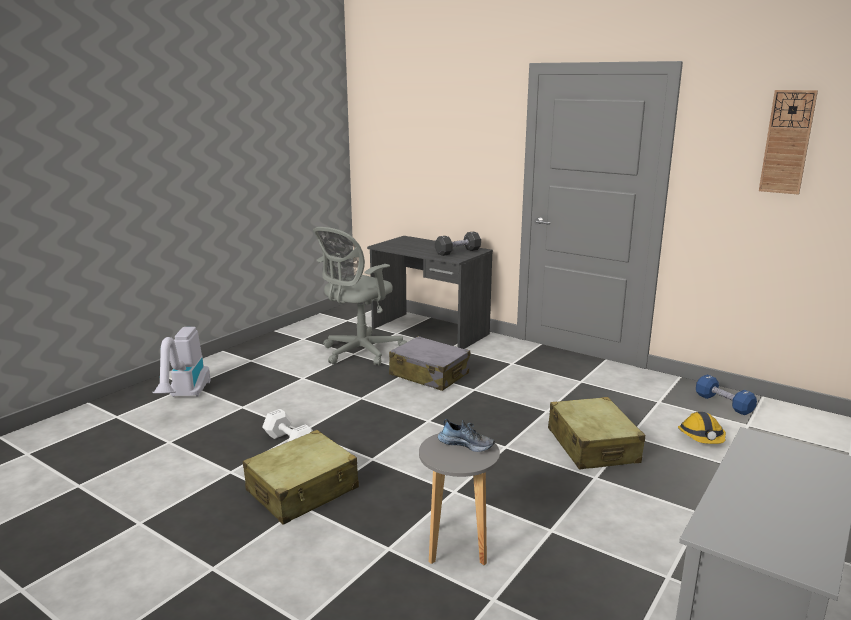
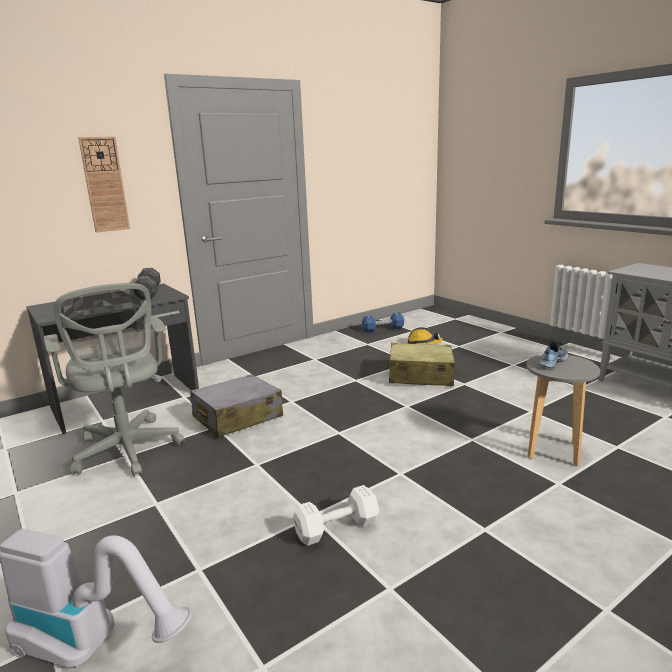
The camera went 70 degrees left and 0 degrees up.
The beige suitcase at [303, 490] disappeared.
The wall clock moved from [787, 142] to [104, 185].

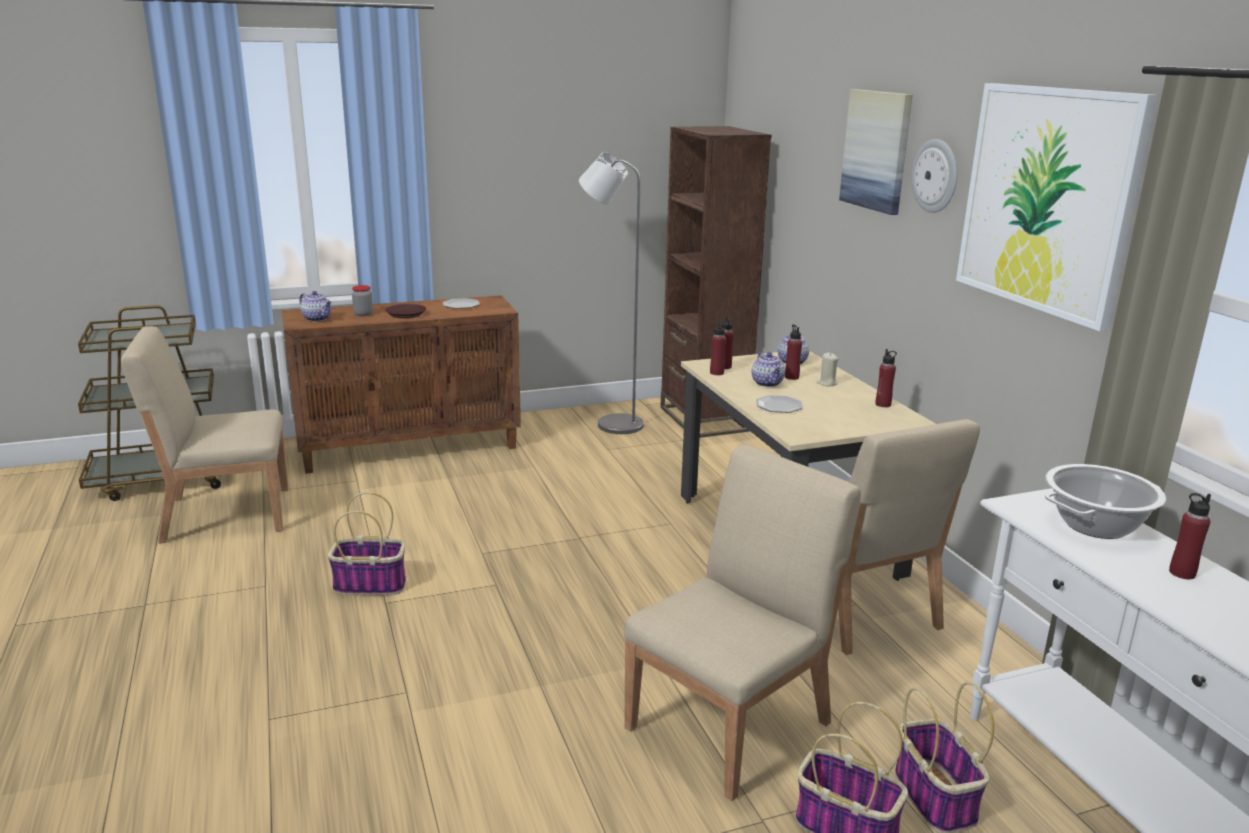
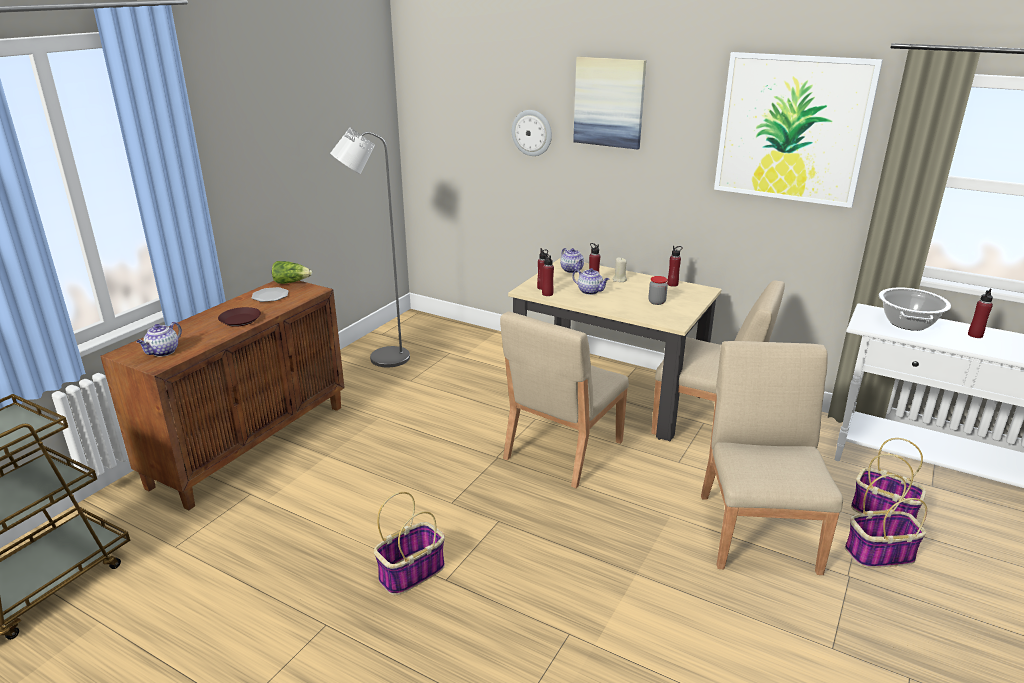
The camera went 40 degrees left and 5 degrees up.
The brown bookcase at [703, 419] disappeared.
The plate at [779, 406] disappeared.
The lettuce at [291, 282] appeared.
The beige chair moved from [225, 514] to [562, 450].
The jar moved from [363, 314] to [656, 302].
The wall clock moved from [936, 176] to [532, 132].
The teapot at [318, 319] turned 120 degrees clockwise.

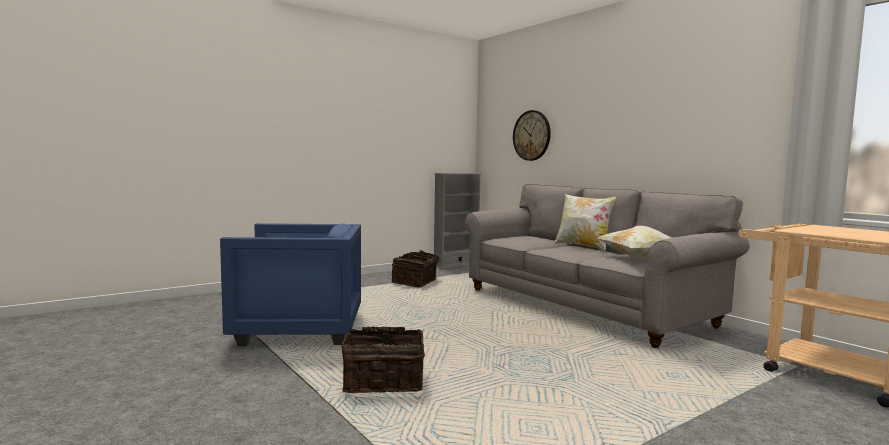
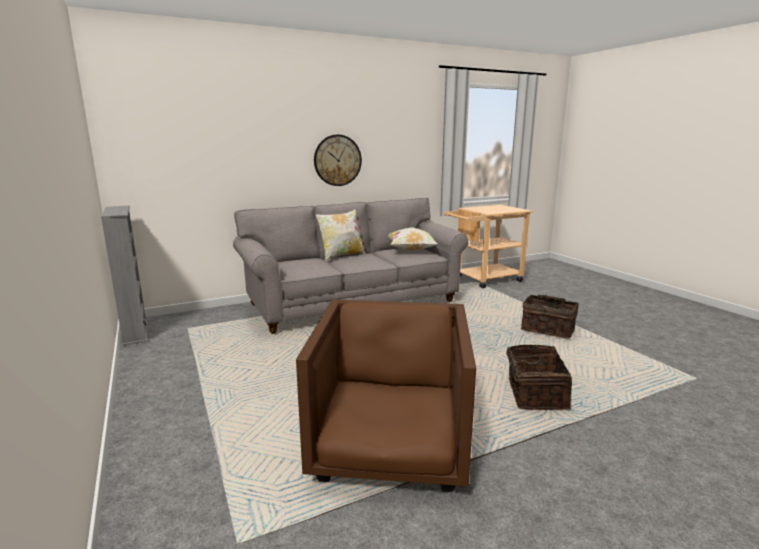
The camera went 80 degrees left and 10 degrees up.
The basket moved from [415, 282] to [548, 329].
The wall clock moved from [531, 135] to [337, 160].
The blue armchair at [298, 329] became the brown armchair at [390, 446].

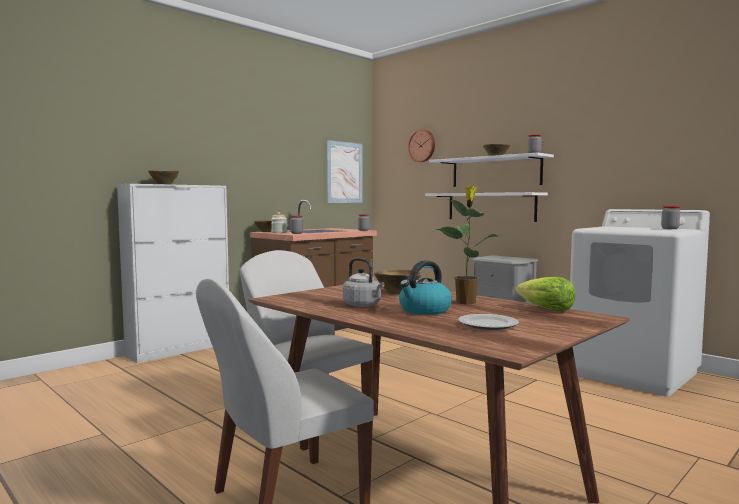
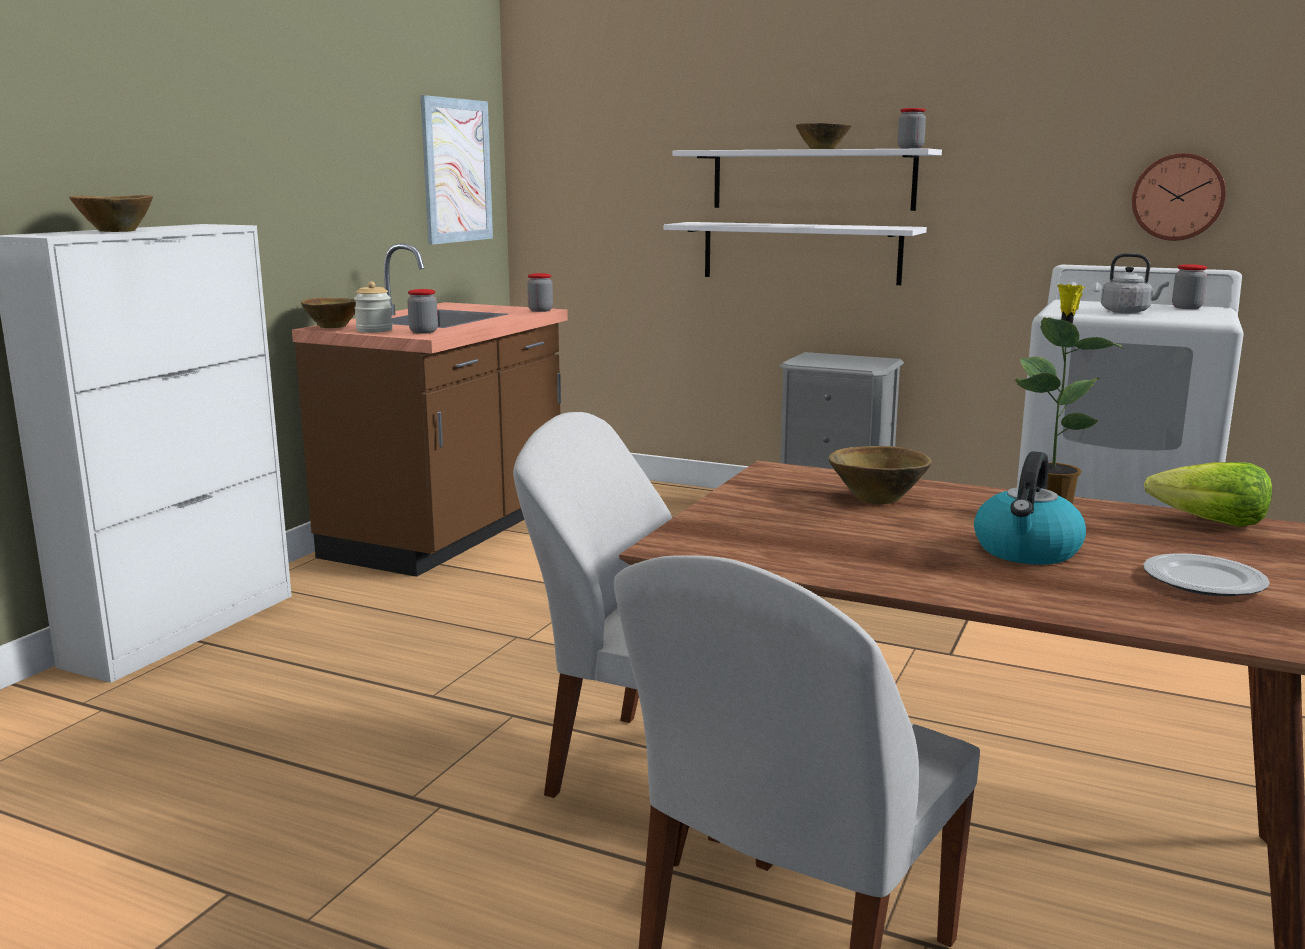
The camera went 20 degrees left and 10 degrees up.
The grey kettle moved from [363, 305] to [1128, 312].
The wall clock moved from [422, 146] to [1178, 197].

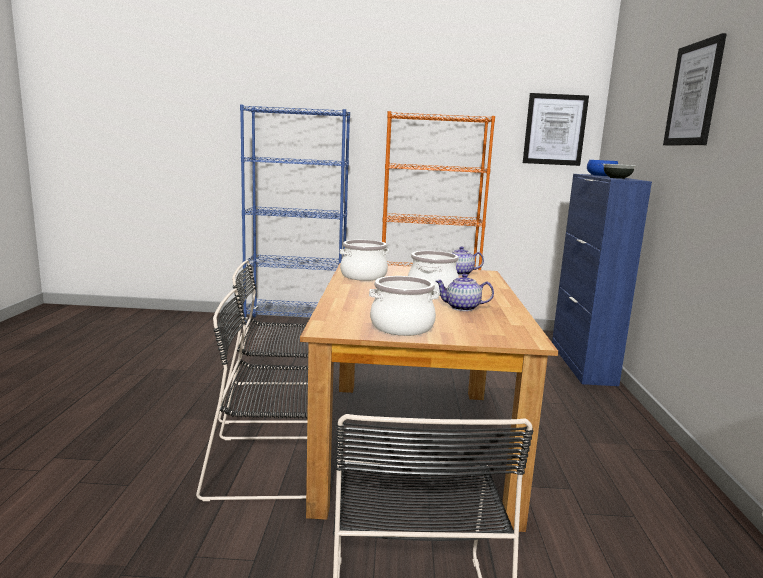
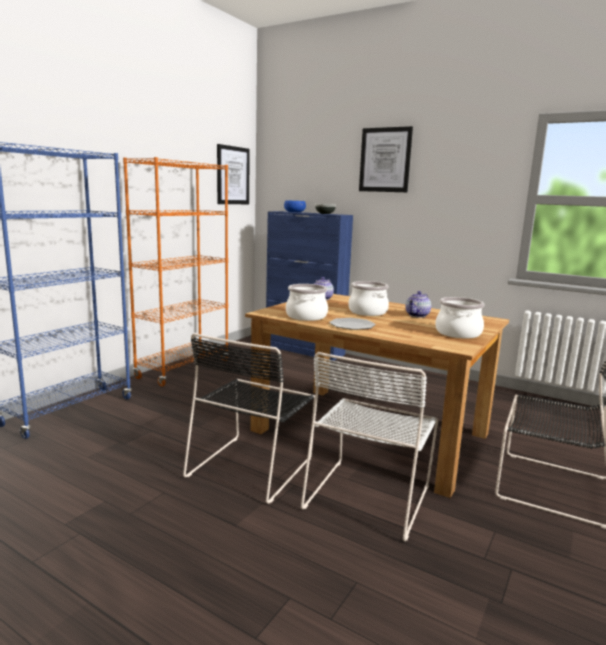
The camera went 60 degrees left and 0 degrees up.
The plate at [352, 325] appeared.
The black chair at [274, 466] became the white chair at [369, 494].

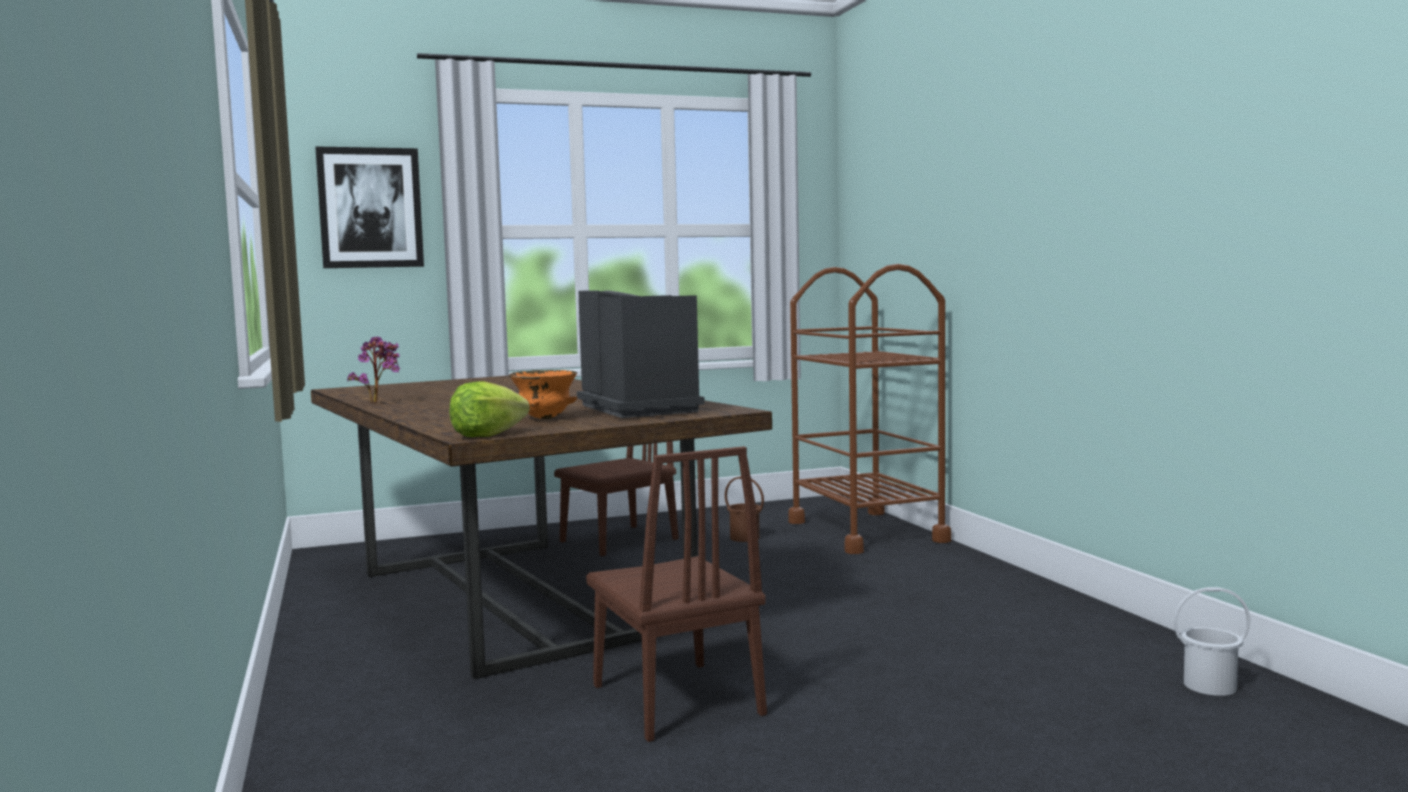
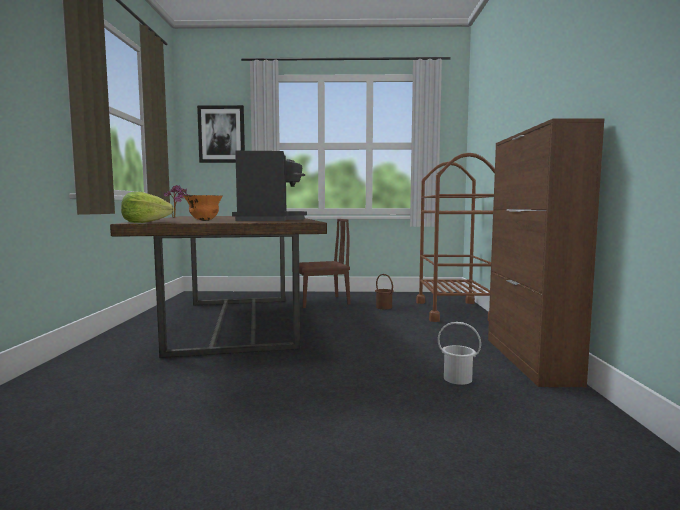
The camera went 20 degrees right and 0 degrees up.
The brown chair at [676, 699] disappeared.
The brown cabinet at [529, 360] appeared.
The white bucket moved from [1209, 685] to [457, 378].

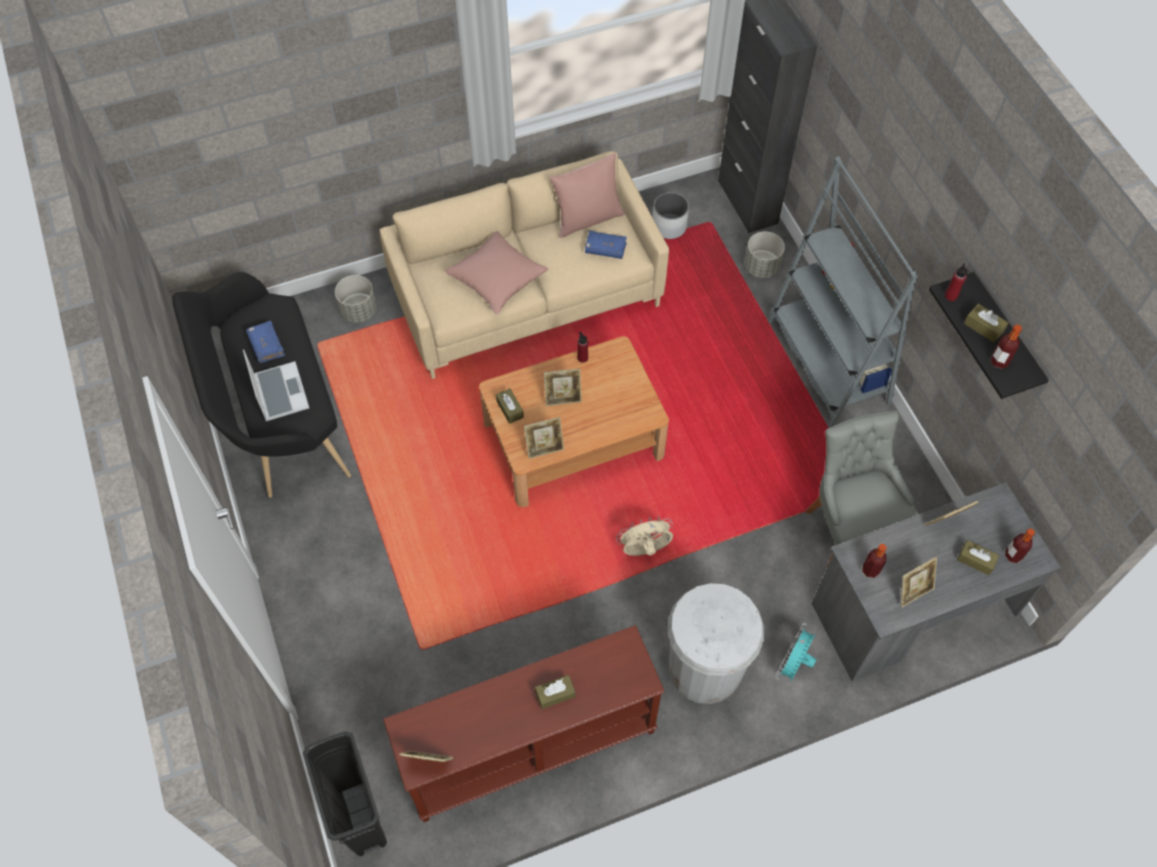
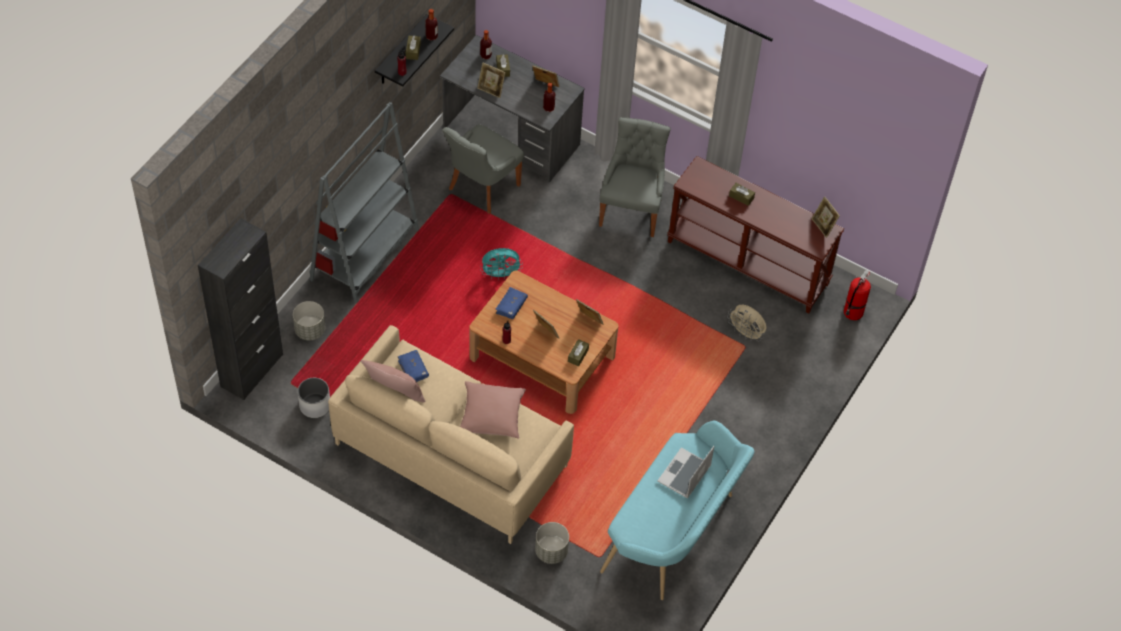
The camera went 130 degrees left and 5 degrees down.
The blue book moved from [266, 345] to [511, 306].
The beige fan moved from [645, 550] to [746, 334].
The turquoise fan moved from [793, 665] to [501, 275].
The black trash can at [361, 816] was replaced by the fire extinguisher at [853, 312].
The white trash can at [705, 668] was replaced by the grey chair at [631, 210].
The black bench at [279, 418] became the turquoise bench at [674, 535].

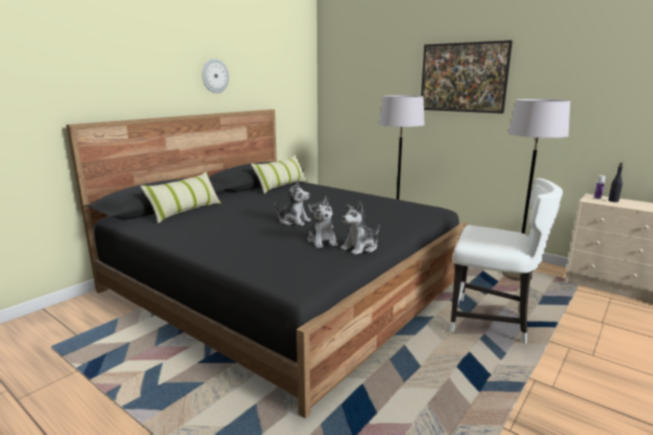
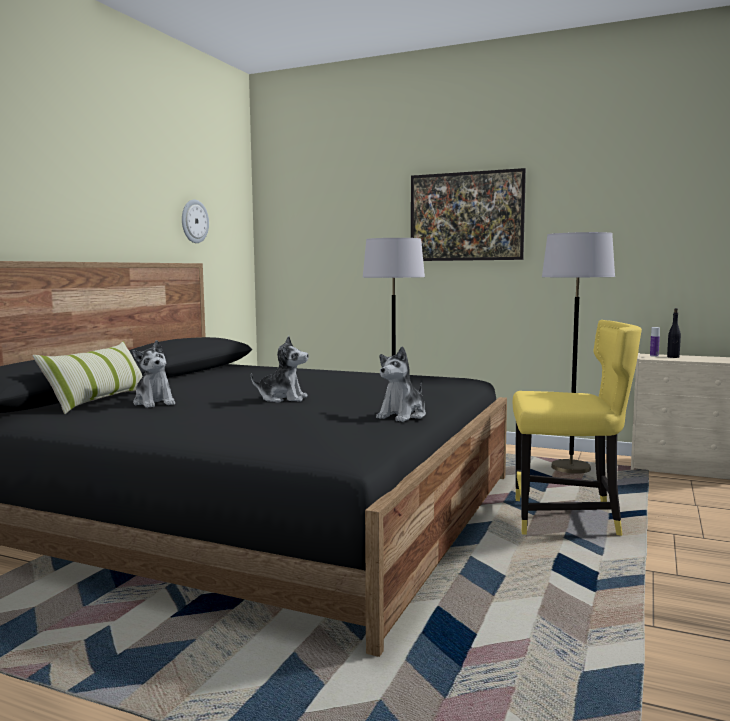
The camera went 15 degrees left and 10 degrees down.
The pillow at [281, 186] disappeared.
The wall clock moved from [215, 76] to [194, 221].
The plush toy moved from [322, 241] to [154, 403].
The white chair at [491, 322] became the yellow chair at [567, 519].

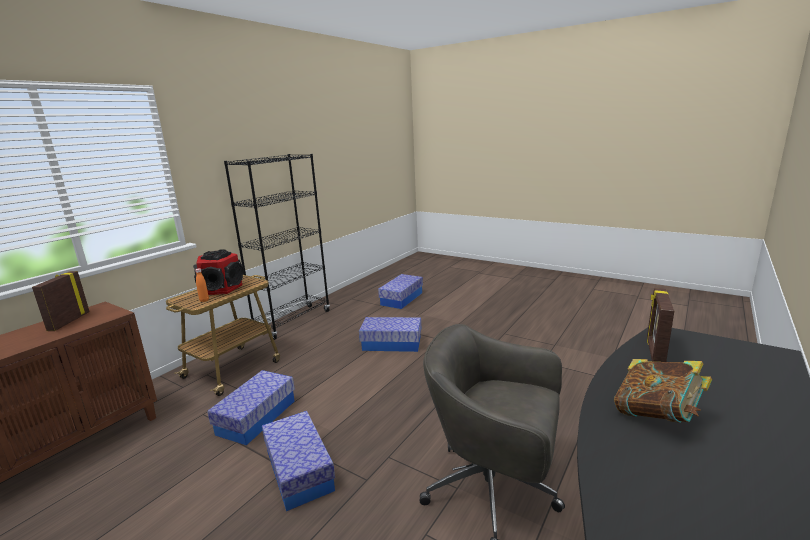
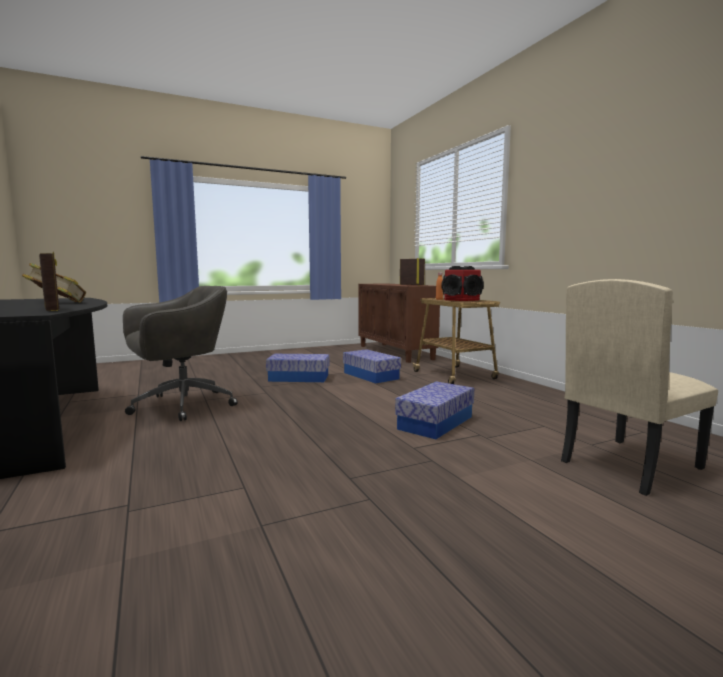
The camera went 120 degrees right and 10 degrees down.
The black bookcase at [293, 321] disappeared.
The storage box at [401, 299] was replaced by the beige chair at [629, 464].

